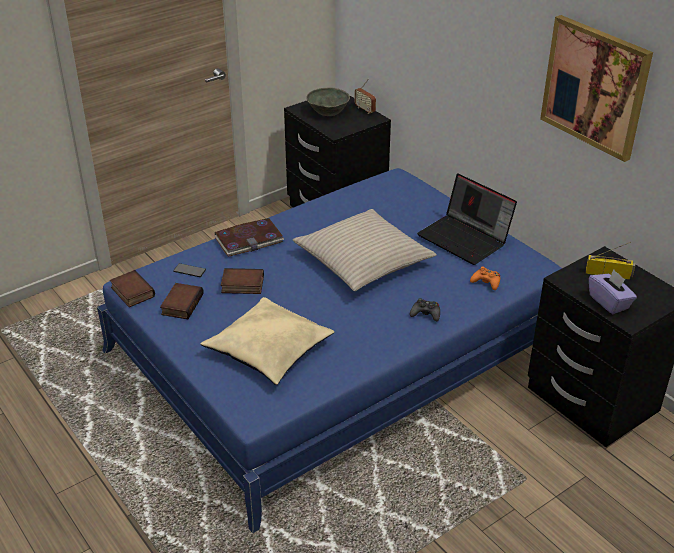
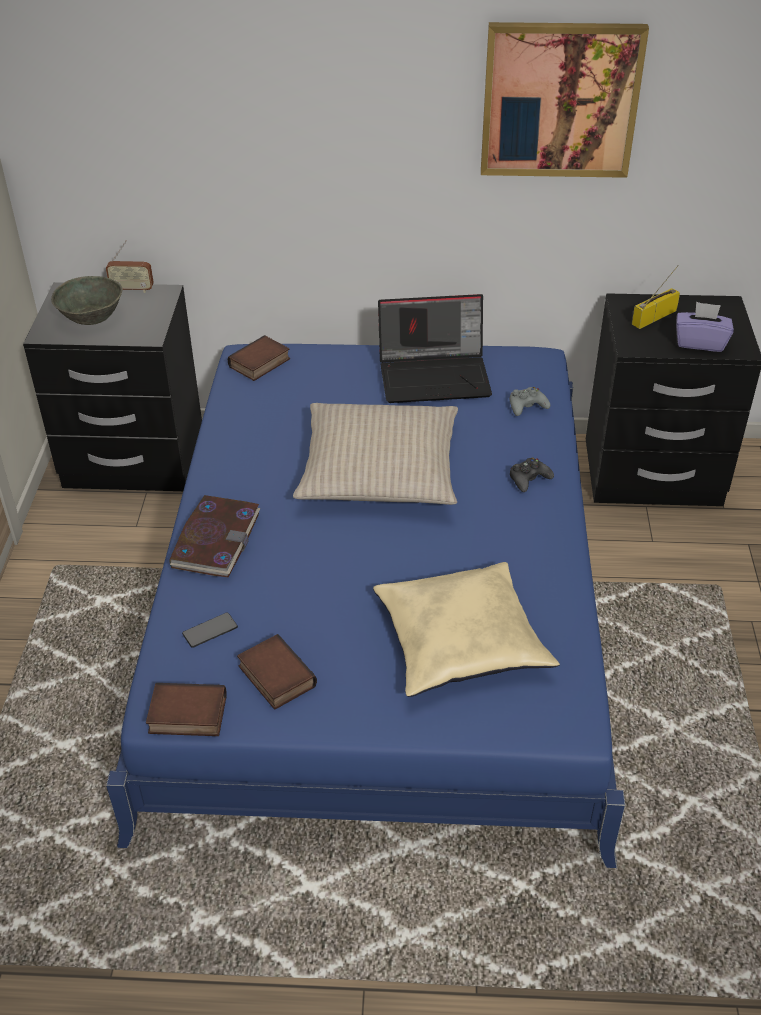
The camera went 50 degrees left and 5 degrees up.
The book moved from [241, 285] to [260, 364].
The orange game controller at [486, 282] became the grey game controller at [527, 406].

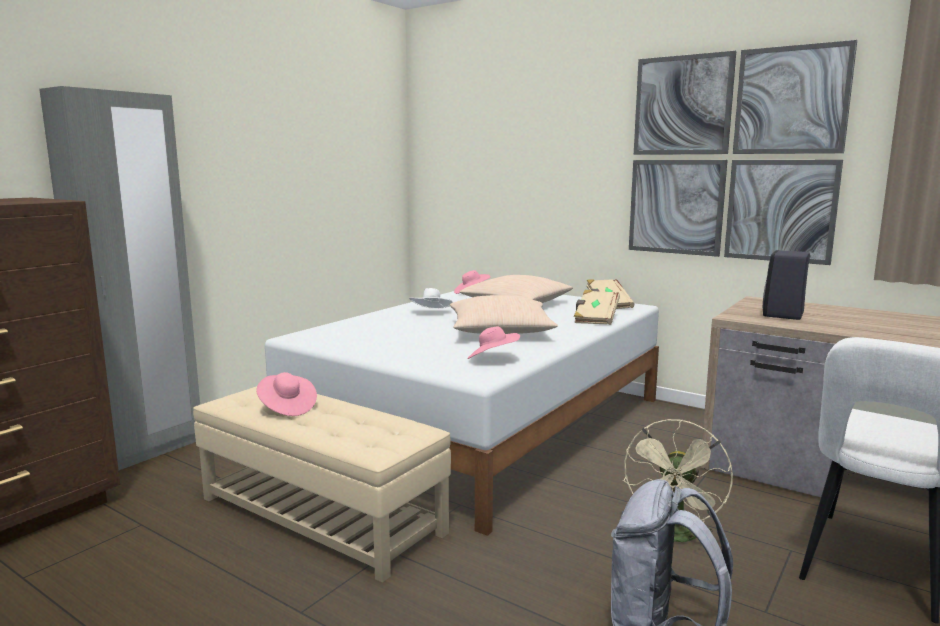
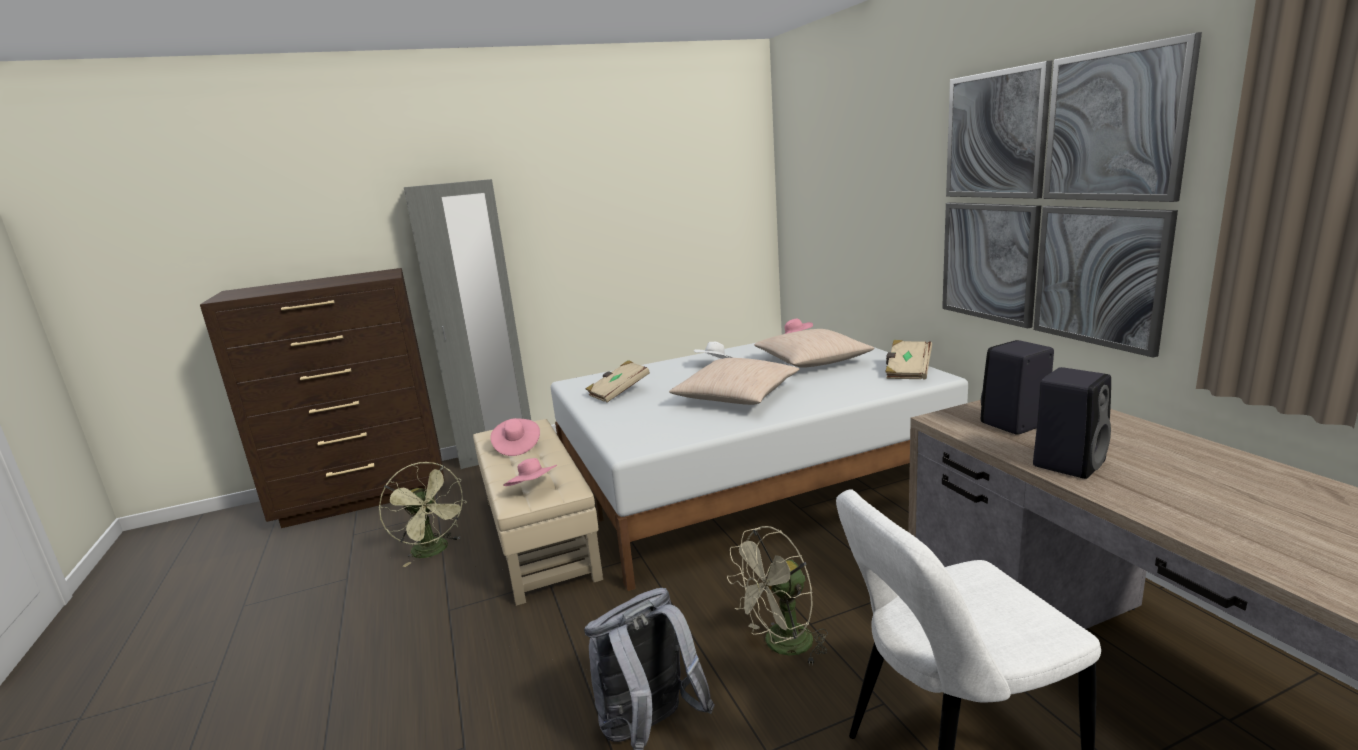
The camera went 35 degrees right and 5 degrees up.
The green fan at [434, 551] appeared.
The black speaker at [1068, 463] appeared.
The pink hat moved from [492, 359] to [533, 489].
The beige book moved from [595, 319] to [618, 392].

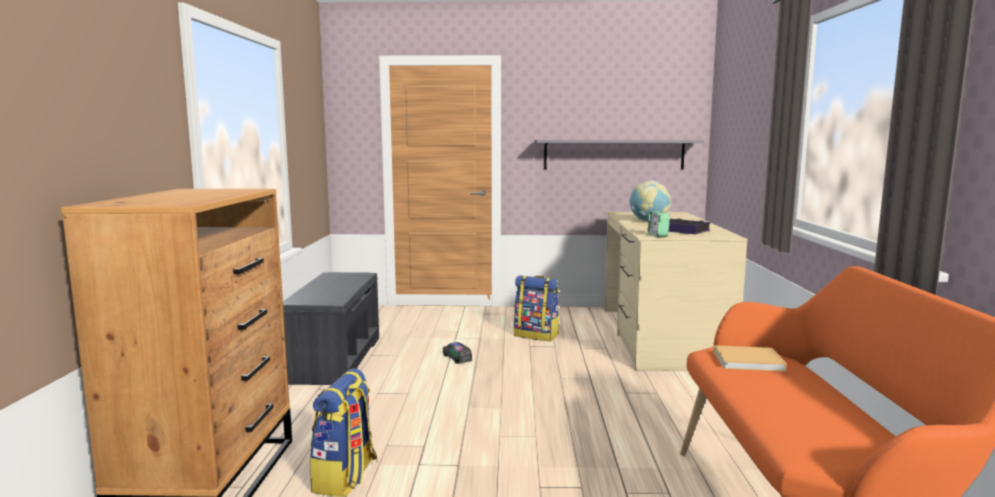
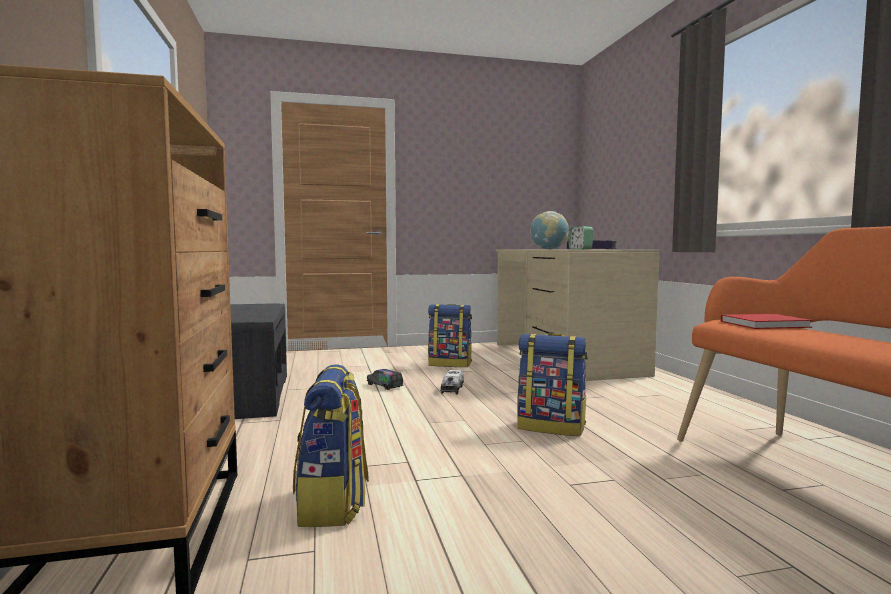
The camera went 15 degrees left and 5 degrees down.
The grey shelf at [613, 154] disappeared.
The toy truck at [452, 389] appeared.
The backpack at [552, 427] appeared.
The beige book at [750, 361] became the red book at [766, 324].

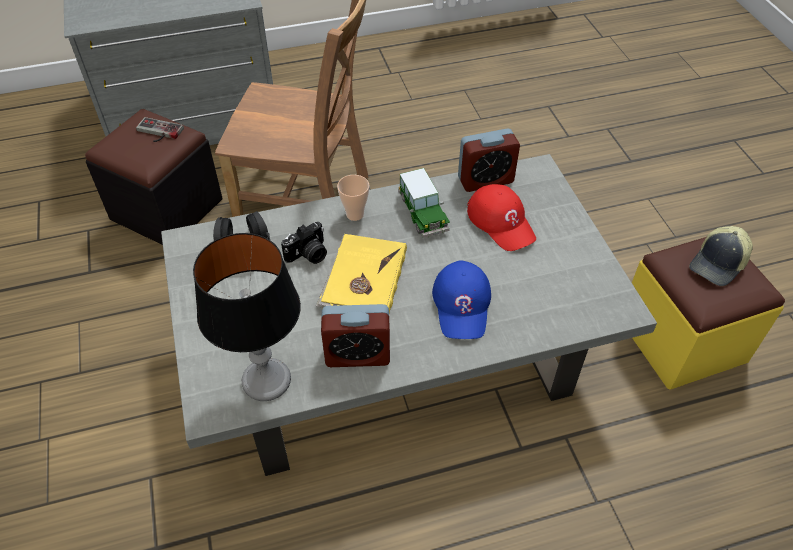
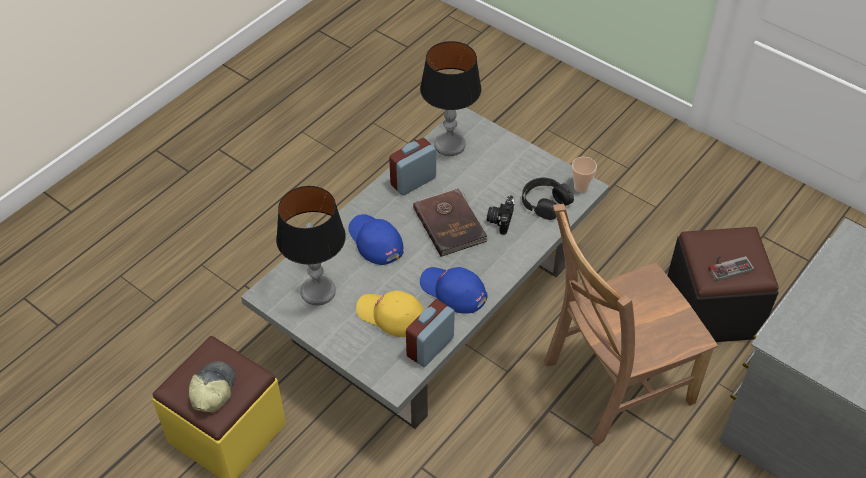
The camera went 145 degrees right and 0 degrees up.
The table lamp at [317, 292] appeared.
The cup moved from [355, 214] to [581, 187].
The toy car at [423, 213] was replaced by the blue cap at [453, 291].
The yellow book at [363, 279] became the brown book at [450, 223].
The red cap at [501, 222] became the yellow cap at [391, 315].

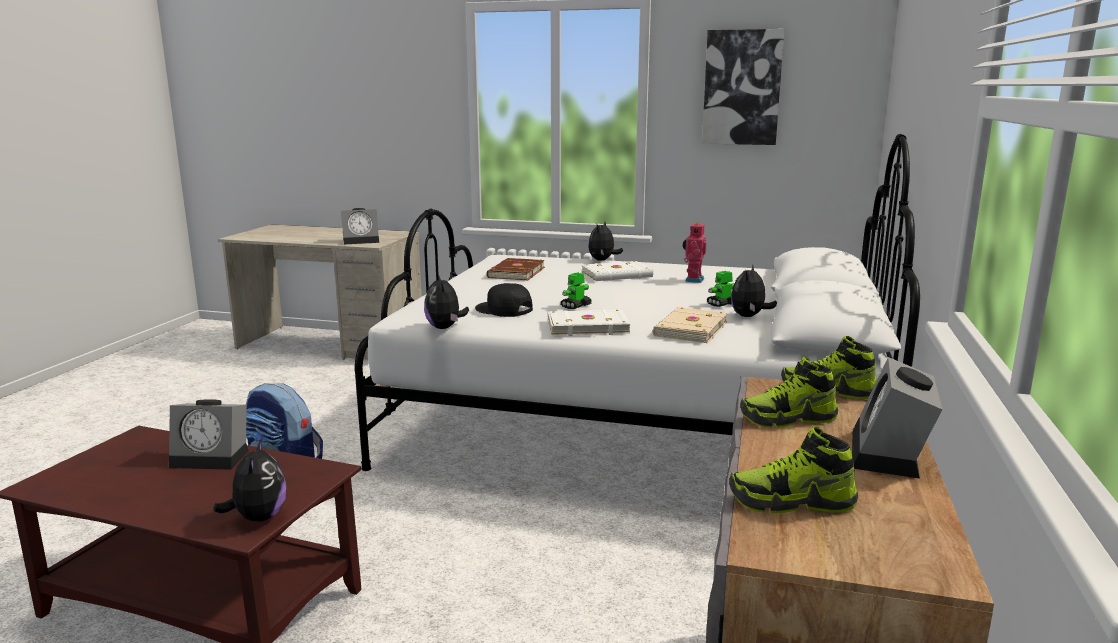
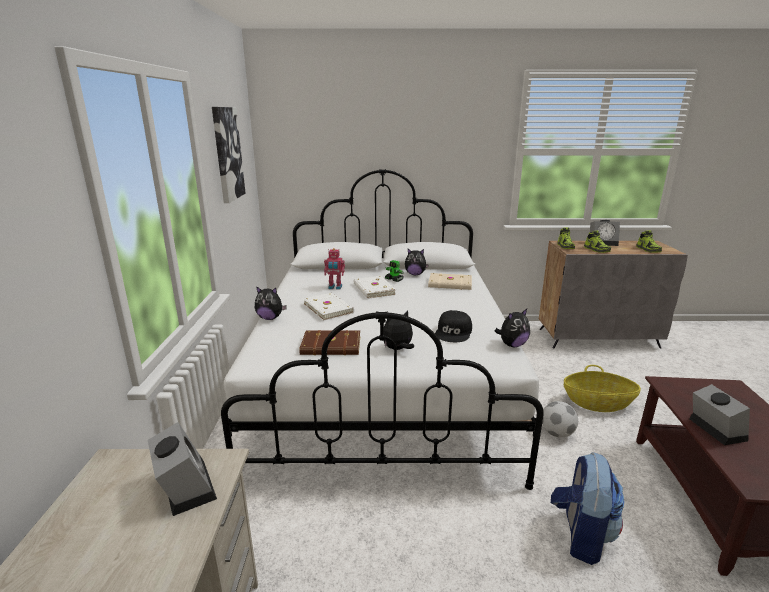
The camera went 105 degrees left and 5 degrees up.
The toy robot at [575, 306] disappeared.
The football at [557, 433] appeared.
The basket at [597, 403] appeared.
The plush toy moved from [258, 517] to [398, 349].
The white book moved from [587, 326] to [373, 289].

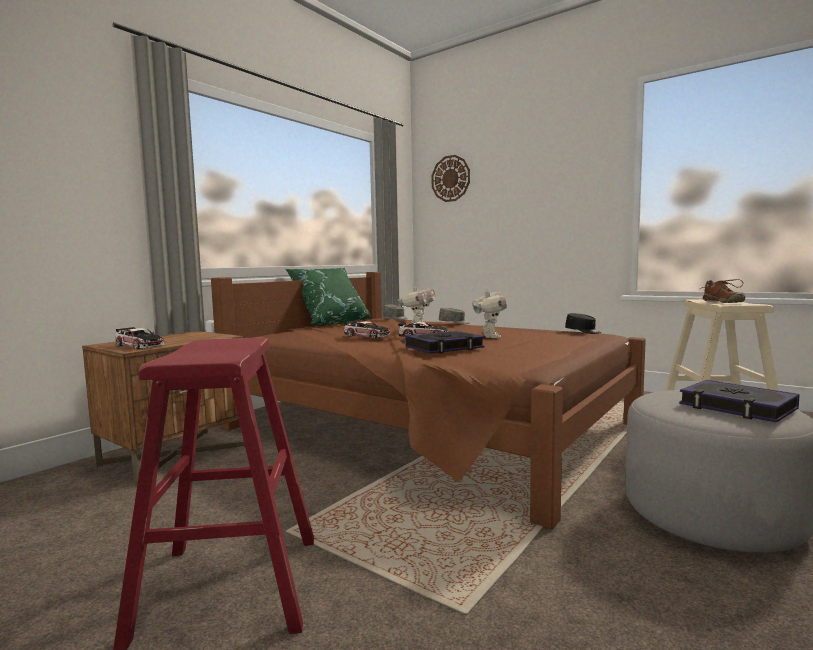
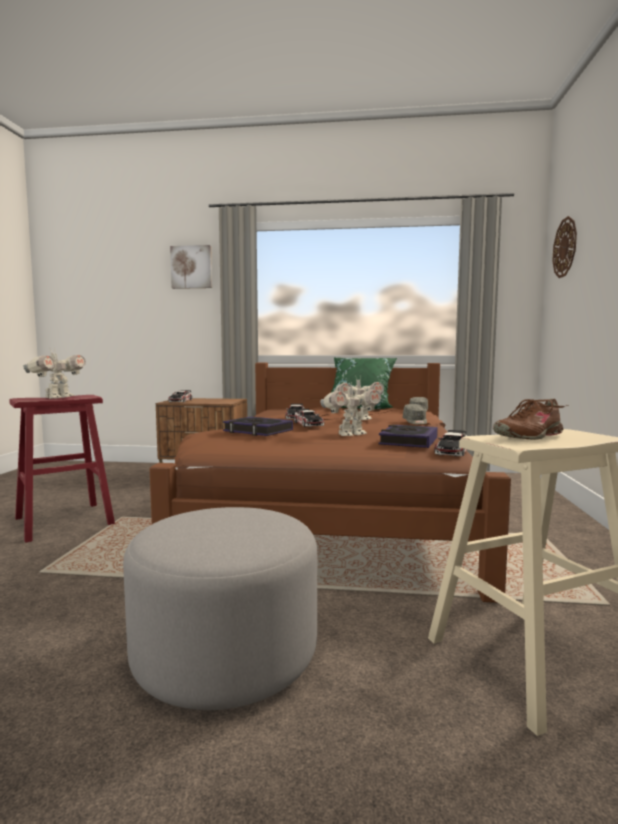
The camera went 60 degrees right and 0 degrees up.
The toy robot at [58, 398] appeared.
The picture at [191, 267] appeared.
The book moved from [737, 407] to [408, 441].
The black cap at [583, 331] was replaced by the toy car at [452, 451].

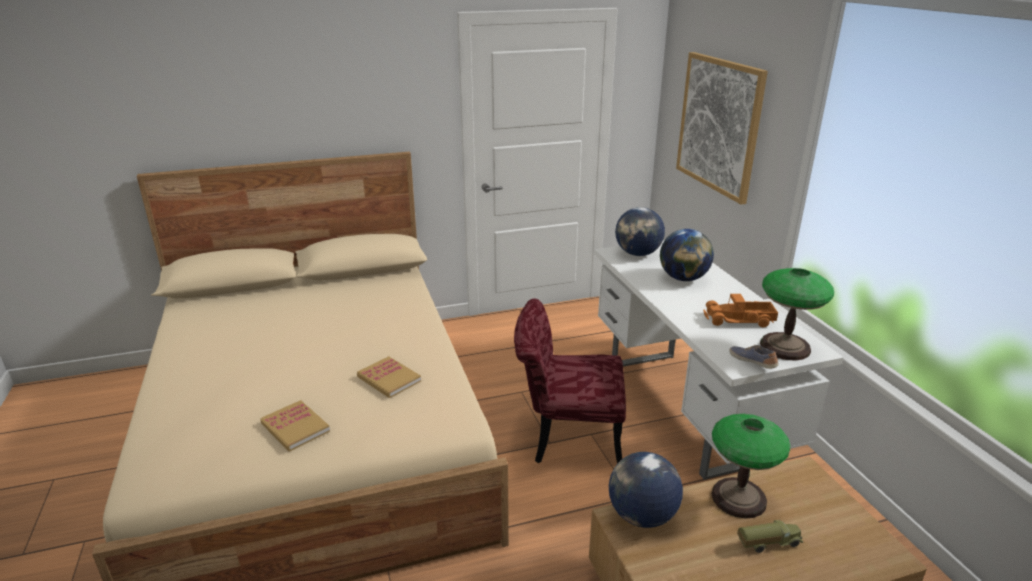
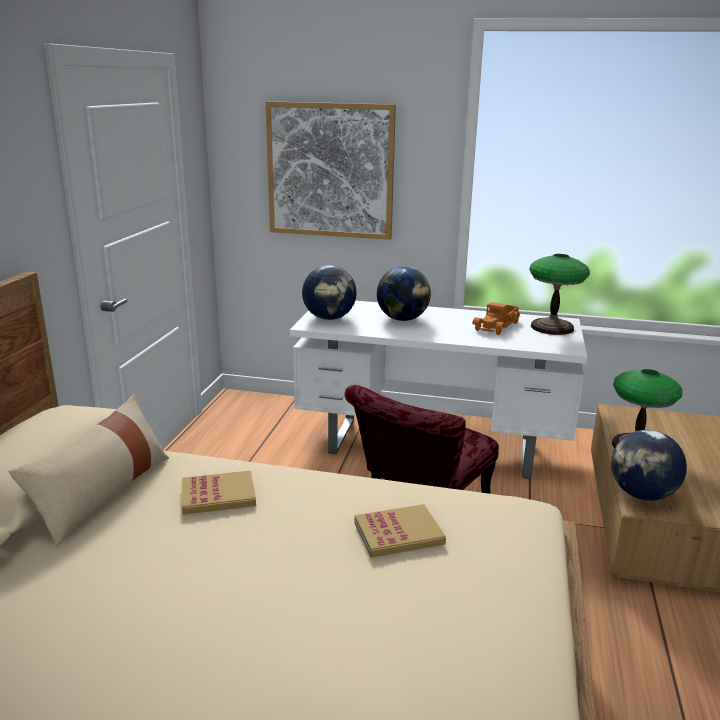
The camera went 60 degrees left and 5 degrees down.
The shoe at [752, 362] disappeared.
The toy truck at [767, 543] disappeared.
The beige pillow at [103, 494] appeared.
The book moved from [295, 427] to [218, 495].

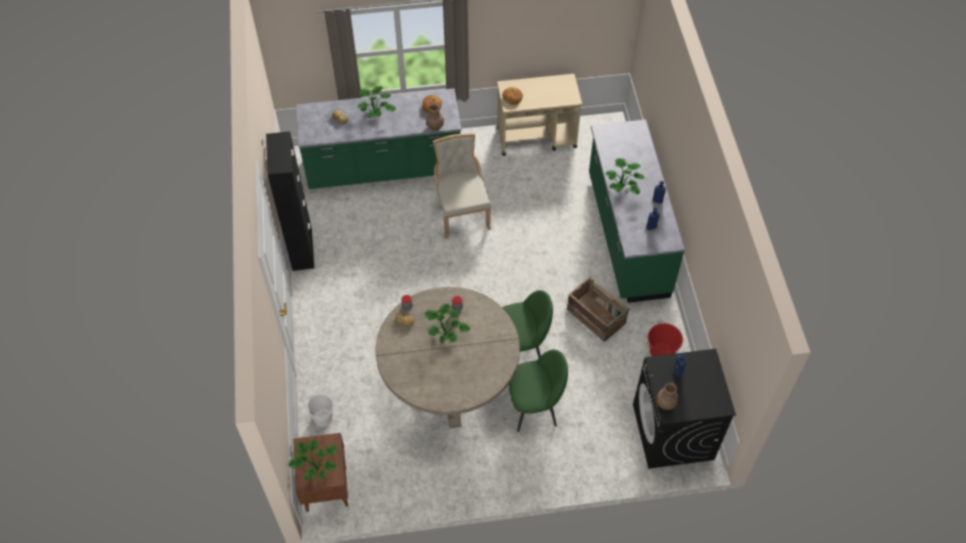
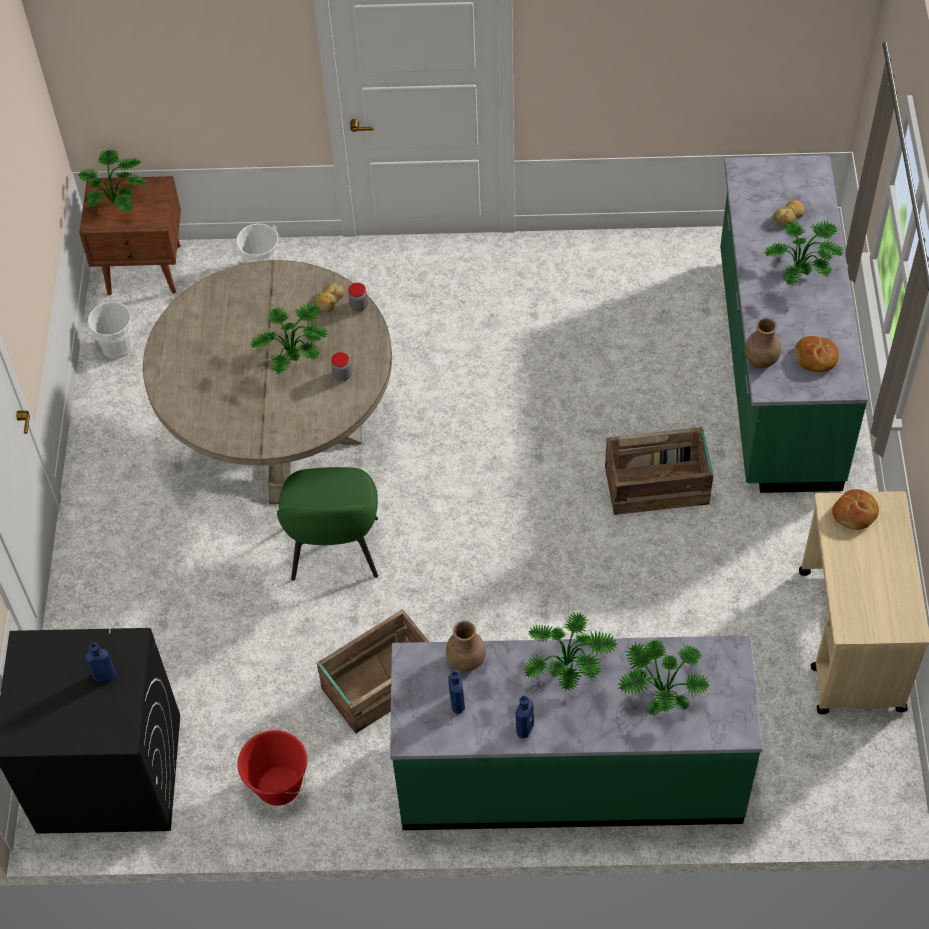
The camera went 100 degrees right and 0 degrees up.
The black cabinet at [302, 250] disappeared.
The green chair at [534, 407] disappeared.
The white bucket at [121, 347] appeared.
The potted plant at [660, 691] appeared.
The brown vase moved from [666, 403] to [466, 661].
The beige chair at [461, 212] was replaced by the crate at [658, 486].

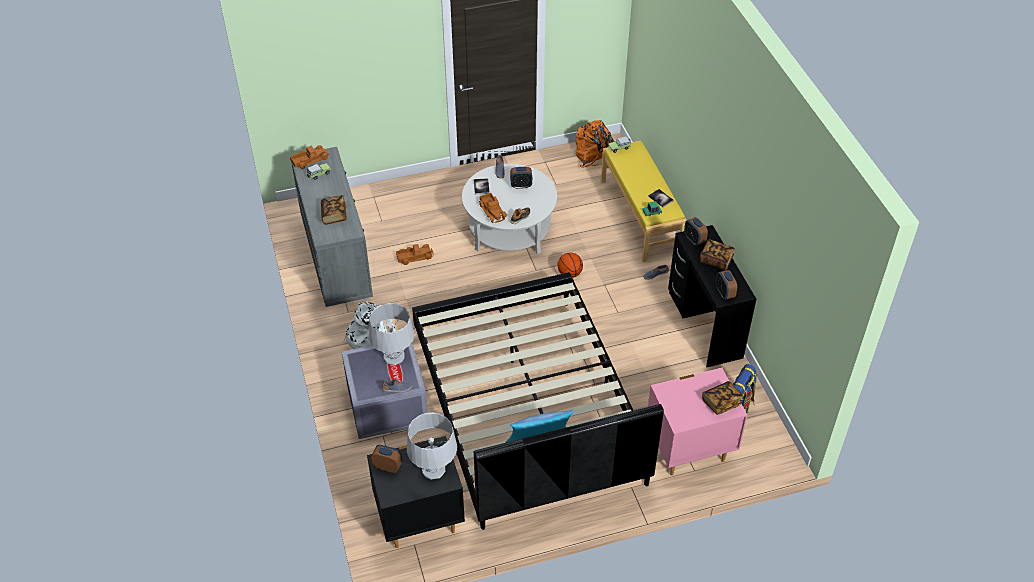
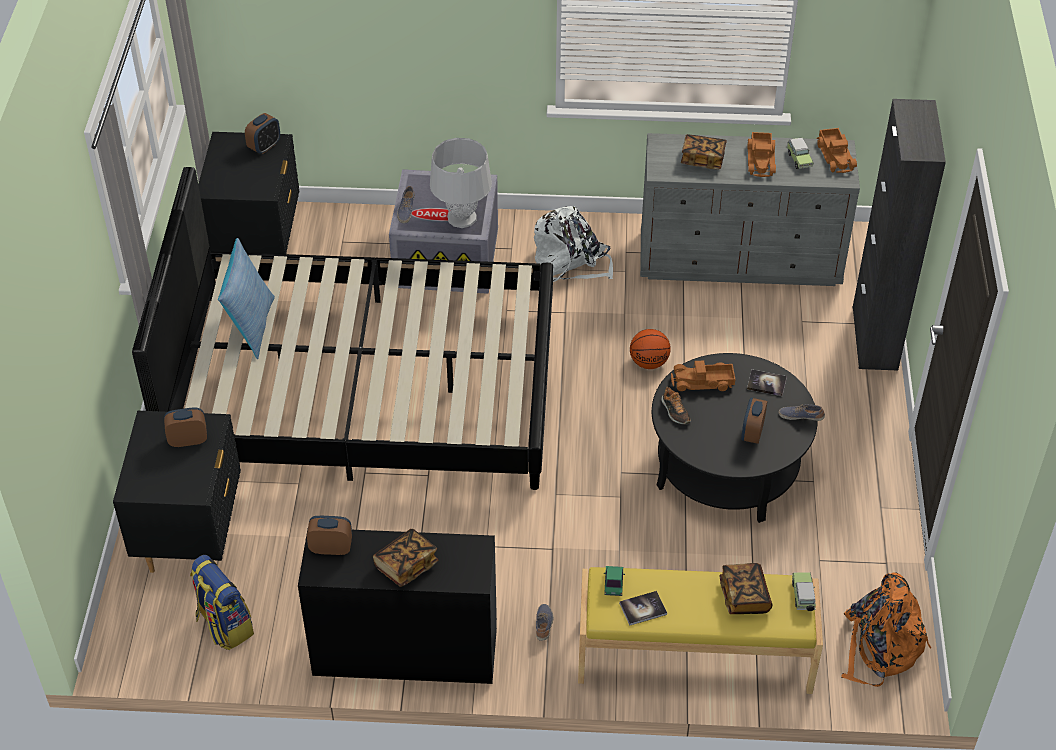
The camera went 110 degrees right and 0 degrees up.
The grey table lamp at [433, 469] disappeared.
The black cabinet at [874, 338] appeared.
The toy truck moved from [414, 257] to [761, 160].
The basketball moved from [569, 273] to [649, 362].
The alarm clock moved from [694, 240] to [188, 440].
The book moved from [721, 402] to [744, 596].
The white coffee table at [509, 229] became the black coffee table at [727, 466].
The pink nightstand at [689, 450] became the black nightstand at [191, 538].

